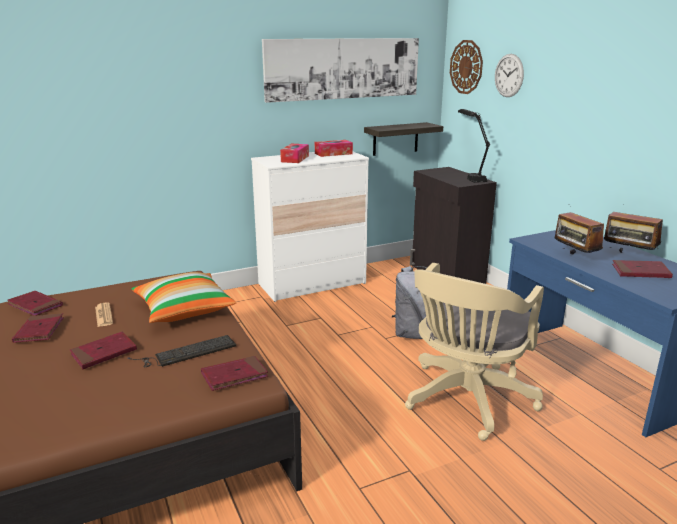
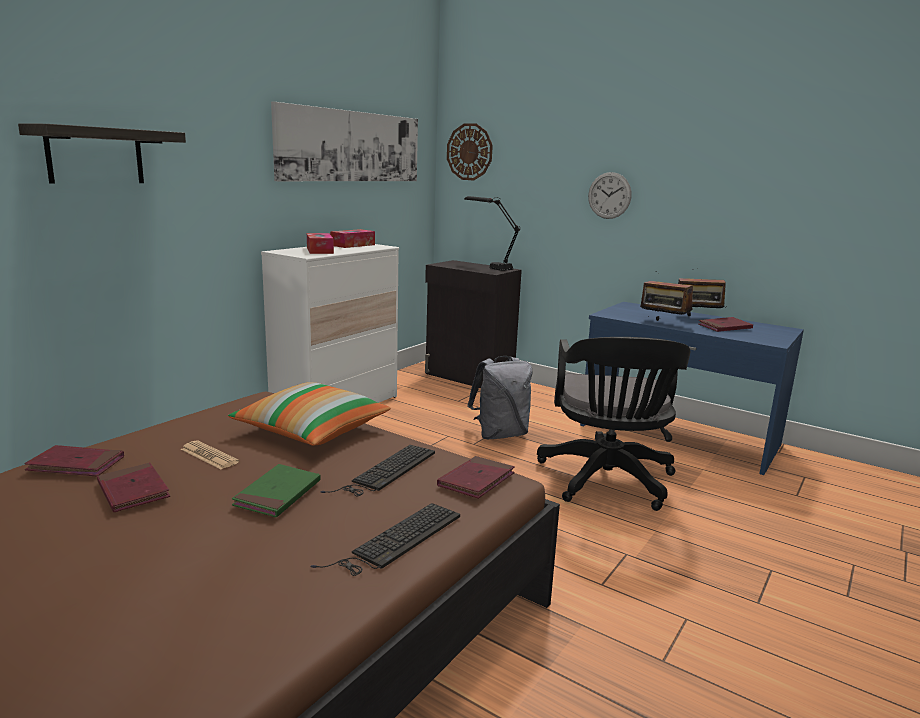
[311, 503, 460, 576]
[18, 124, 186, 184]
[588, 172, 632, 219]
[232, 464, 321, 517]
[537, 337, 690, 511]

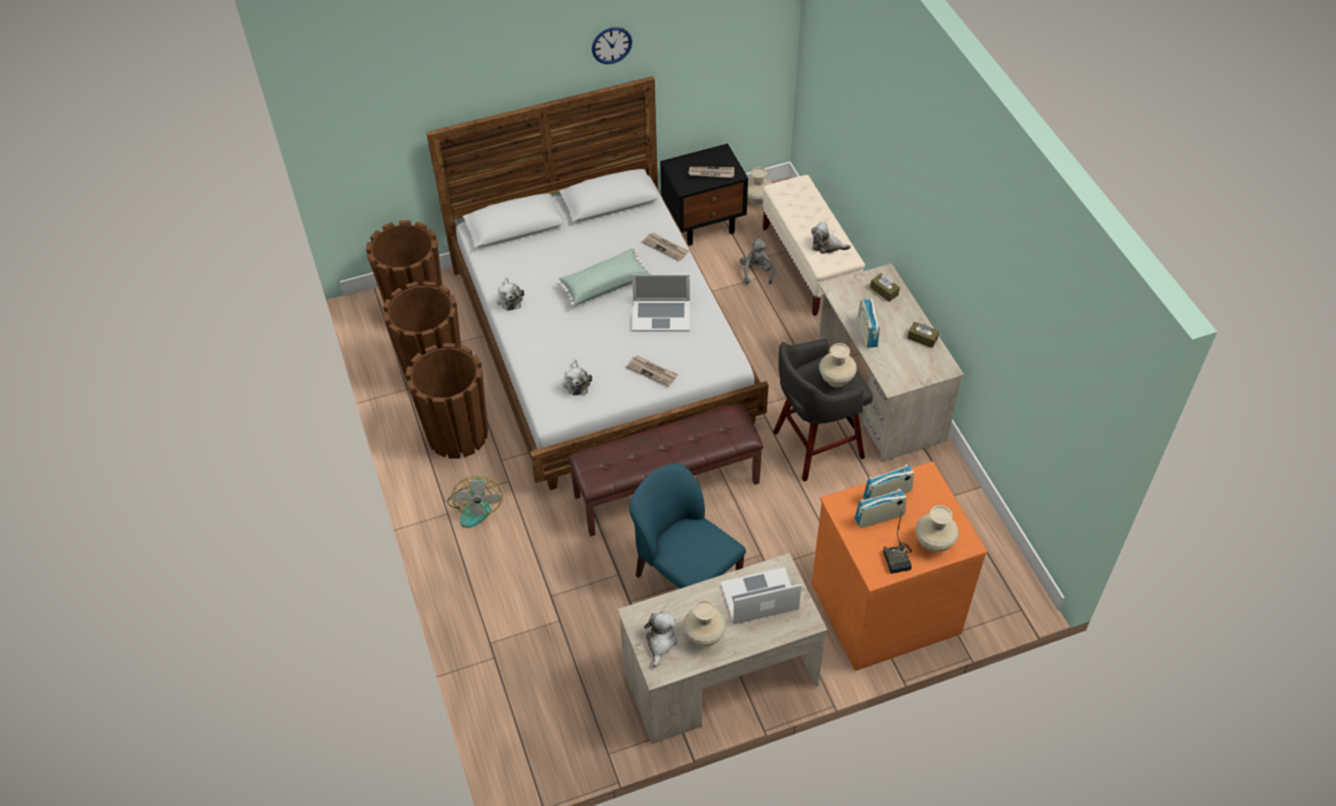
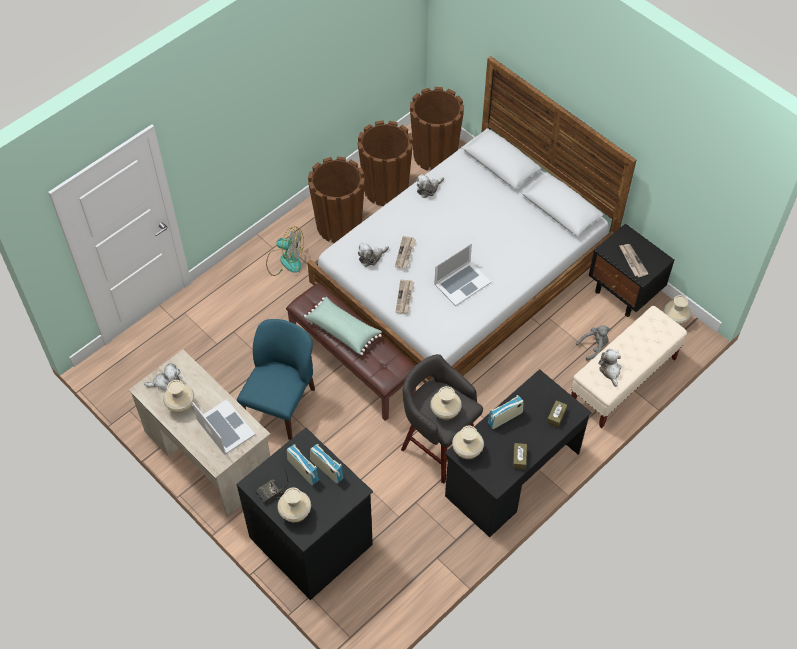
[592, 27, 632, 64] (first image)
[452, 426, 484, 459]
[304, 297, 382, 355]
[395, 236, 416, 269]
[236, 428, 373, 600]
[445, 369, 592, 537]
[266, 226, 304, 276]
[434, 243, 491, 306]

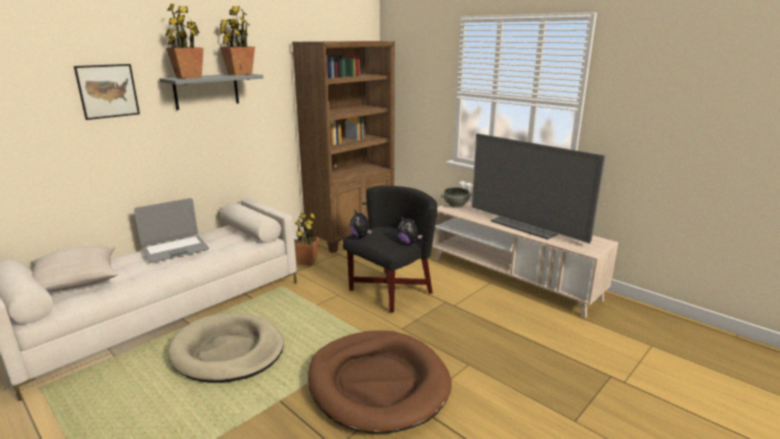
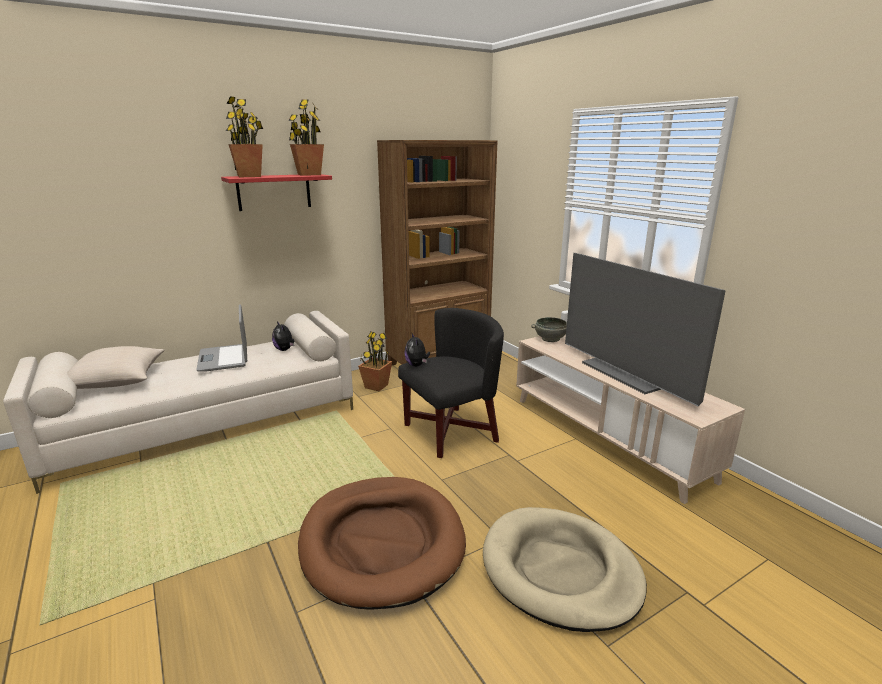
[74, 64, 140, 120] (first image)
[483, 507, 647, 632]
[272, 321, 295, 351]
[221, 174, 332, 211]
[196, 304, 247, 371]

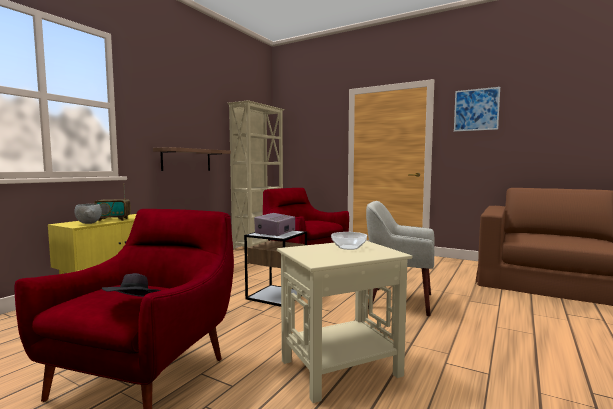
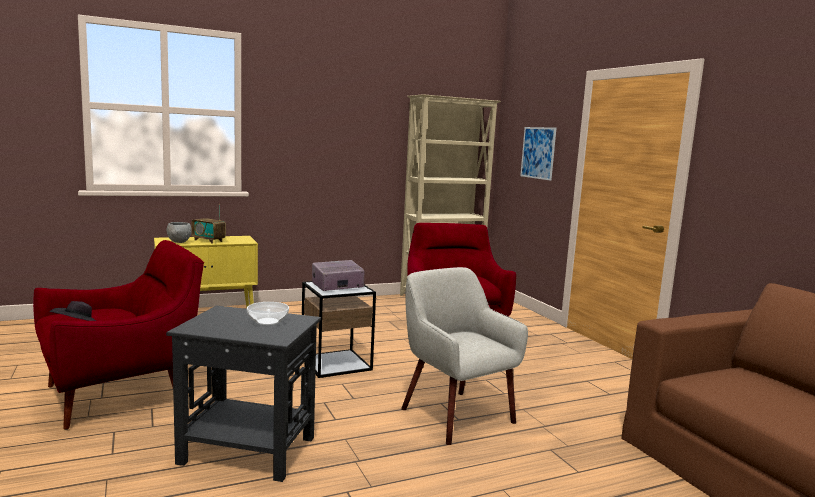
[153, 147, 231, 171] (first image)
[520, 127, 556, 181]
[166, 305, 321, 482]

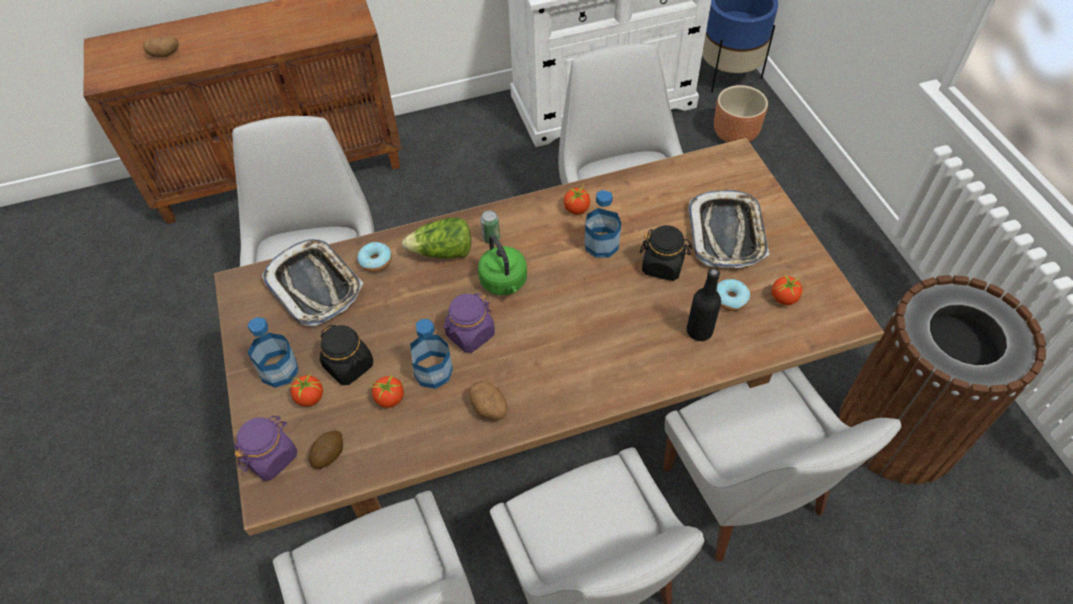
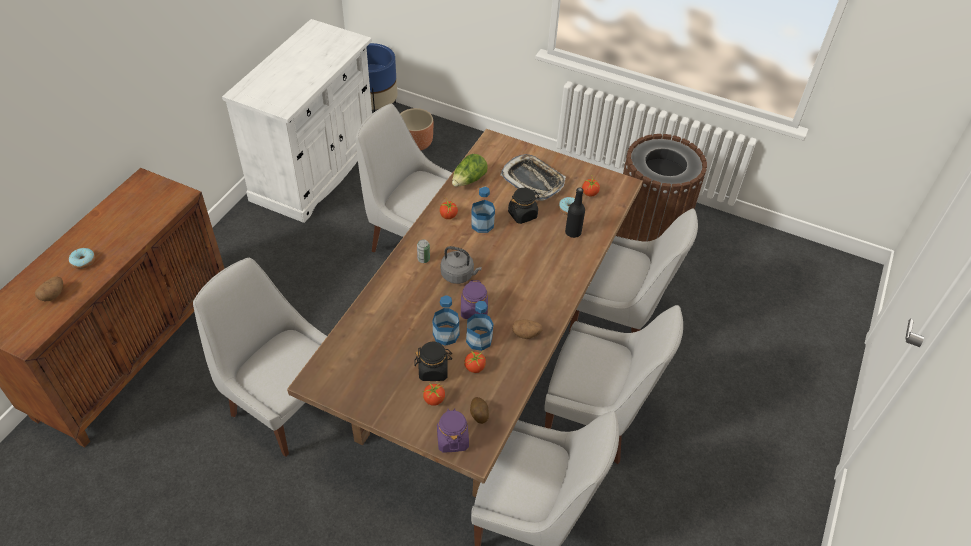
[262, 239, 363, 327] (first image)
[433, 295, 459, 346]
[69, 248, 95, 269]
[452, 154, 488, 187]
[441, 246, 482, 284]

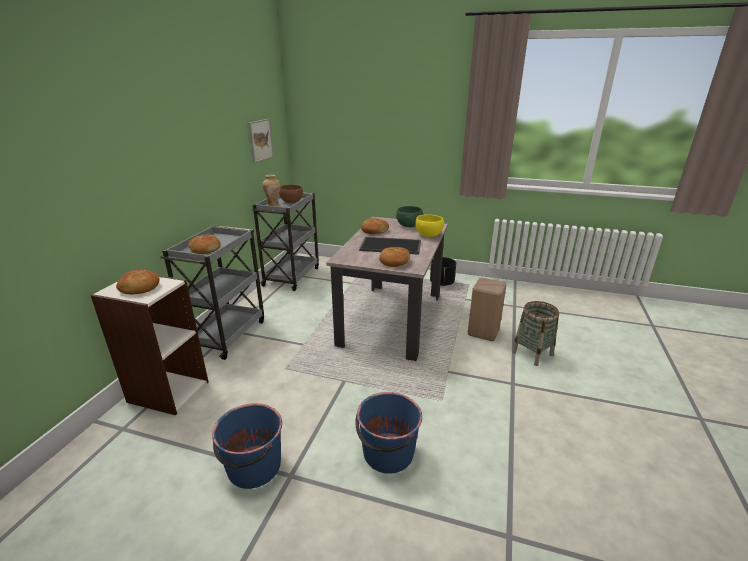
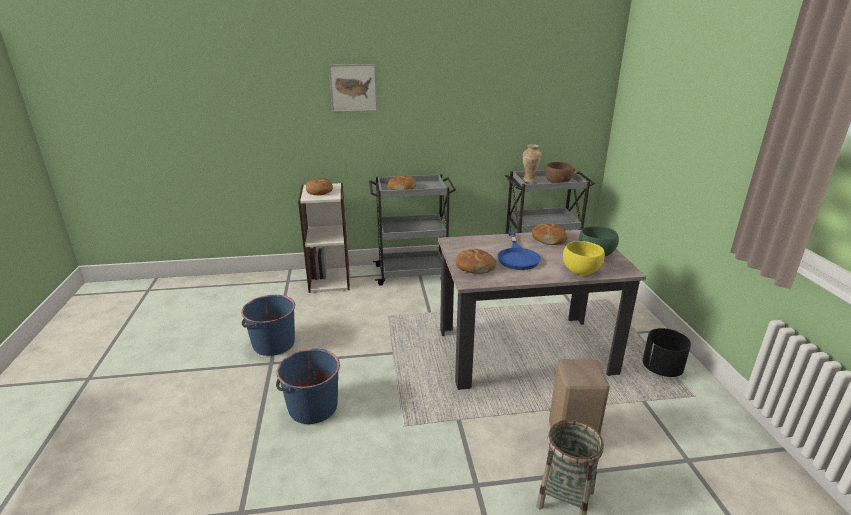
[329, 64, 377, 112]
[497, 232, 541, 270]

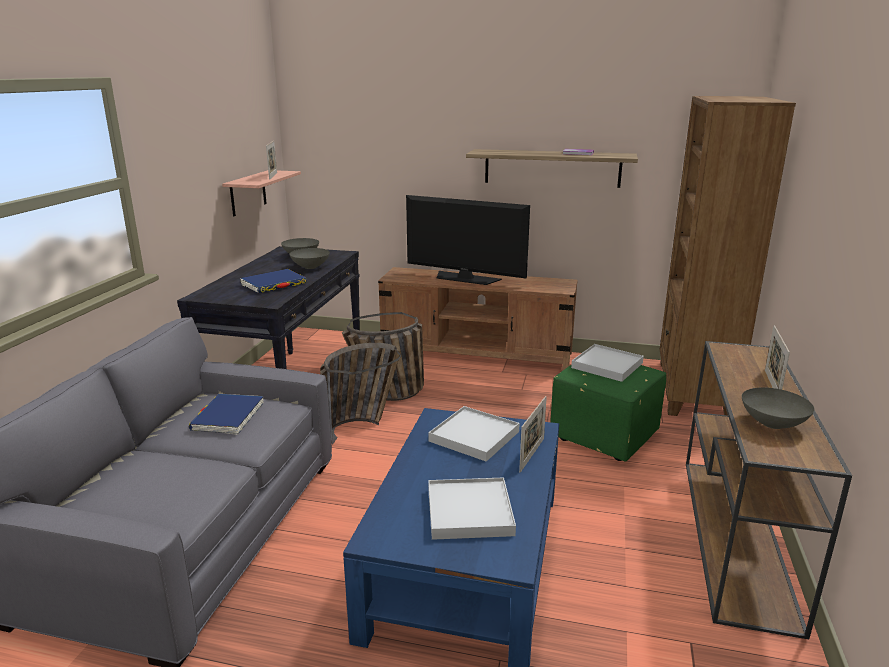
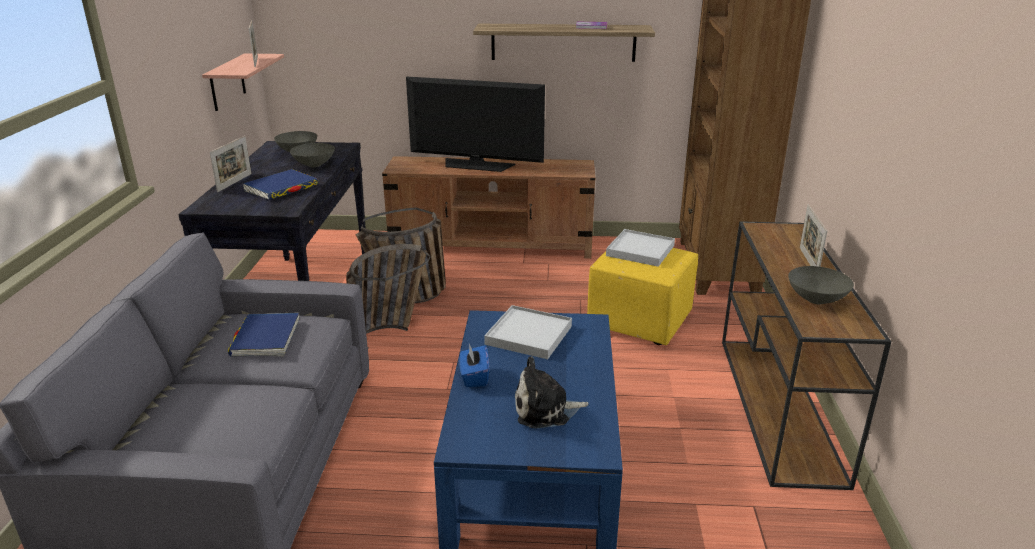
[459, 343, 489, 387]
[210, 136, 251, 192]
[515, 356, 589, 428]
[587, 248, 698, 345]

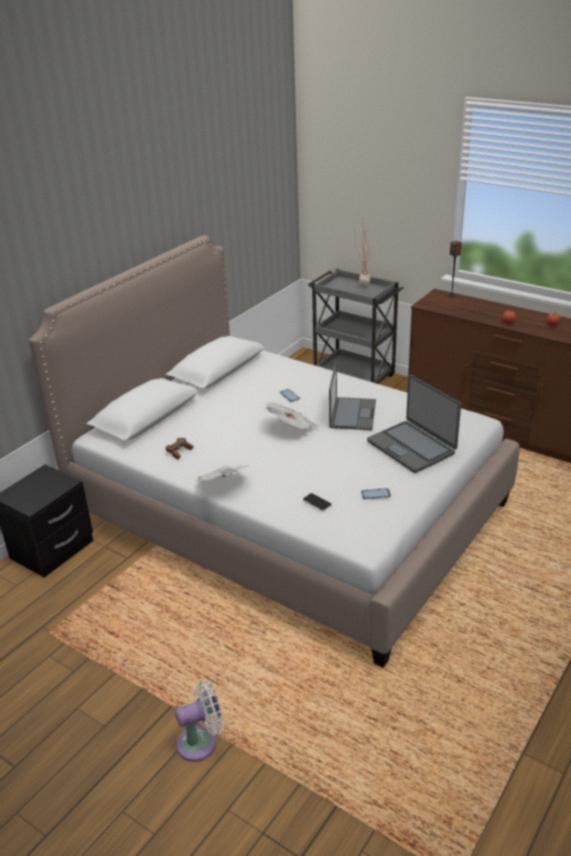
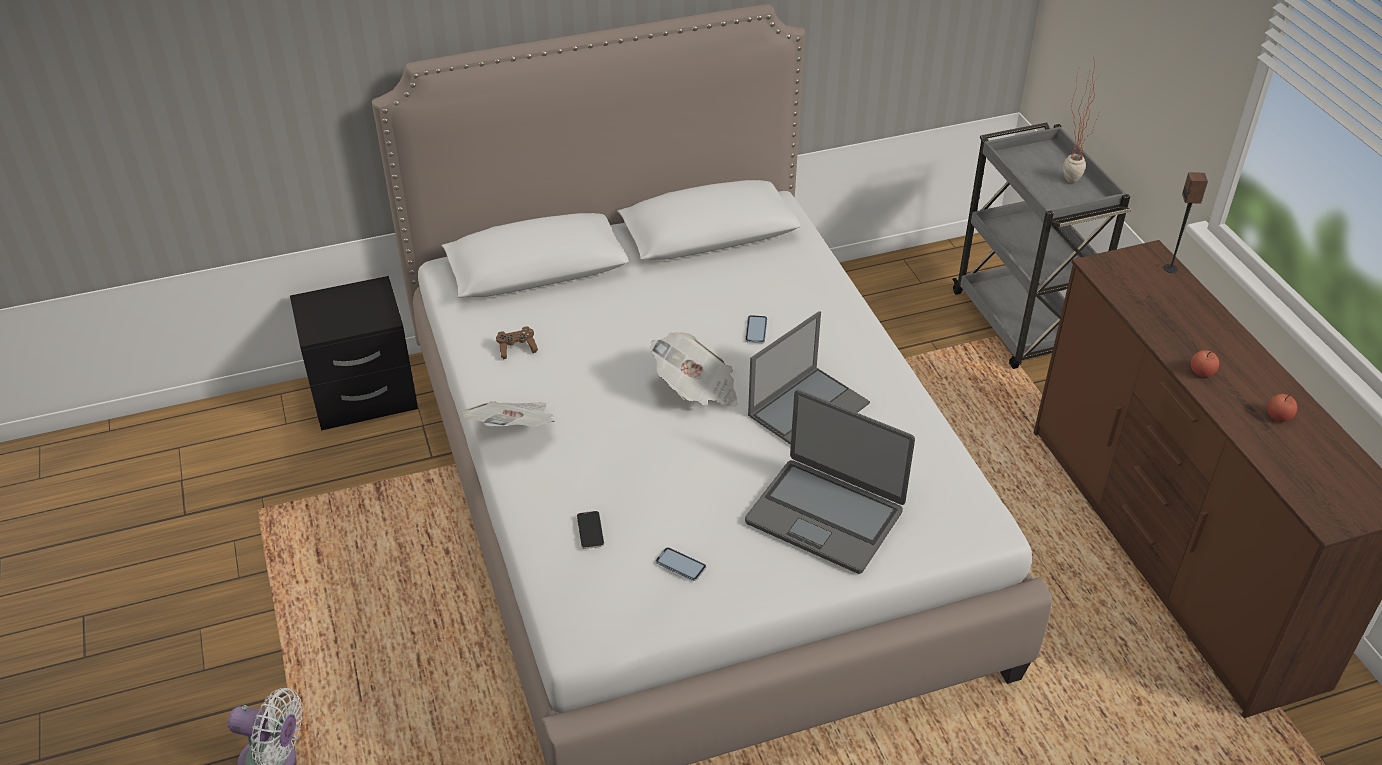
[745, 390, 915, 574]

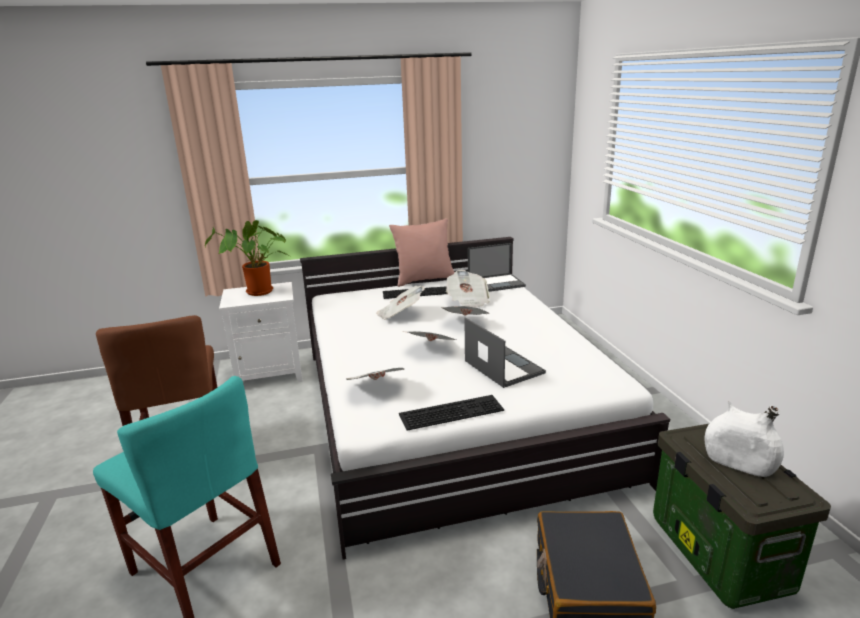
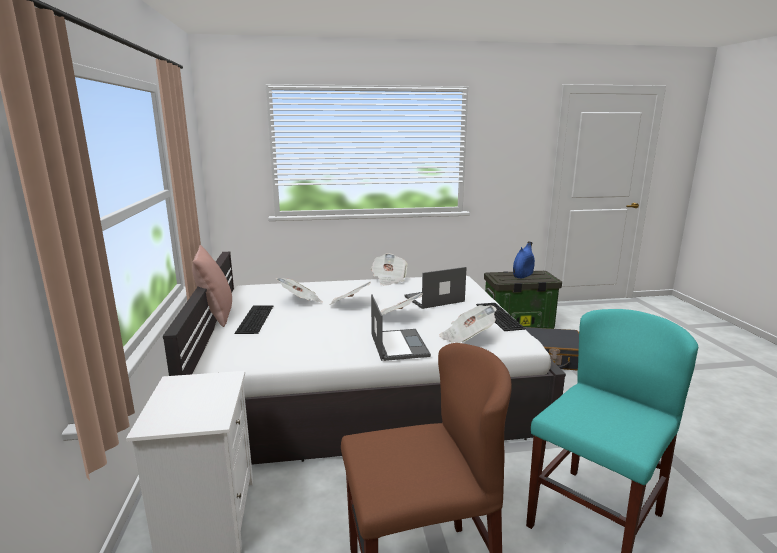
[205, 220, 288, 296] (first image)
[371, 253, 408, 286]
[371, 294, 431, 361]
[513, 241, 535, 278]

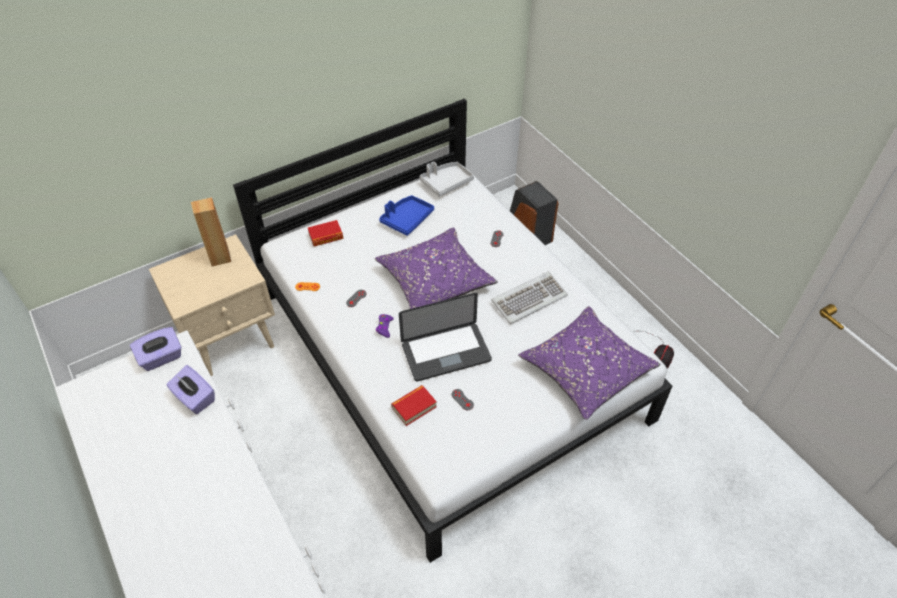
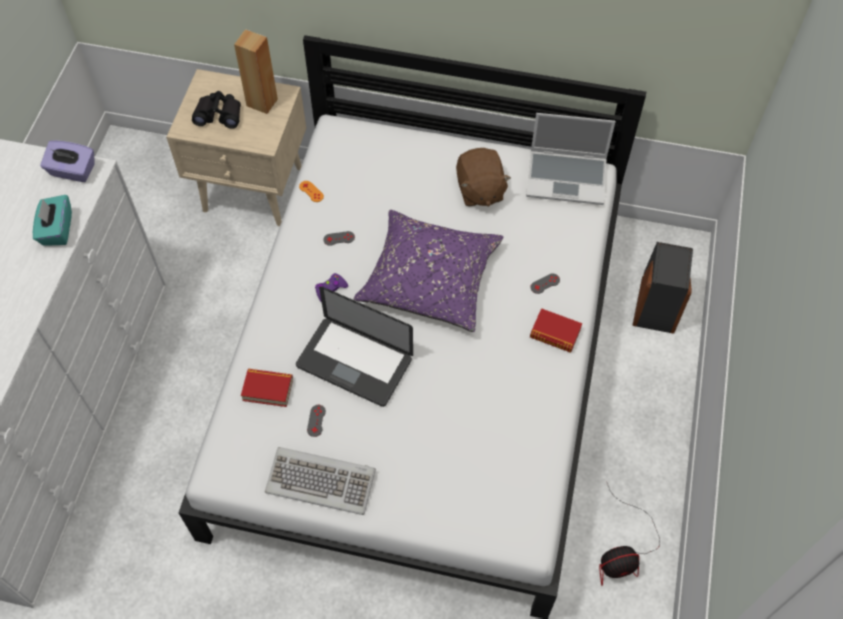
[518, 306, 661, 420] (first image)
[192, 91, 241, 129]
[530, 308, 582, 353]
[265, 447, 376, 515]
[456, 148, 511, 207]
[526, 113, 616, 205]
[33, 195, 72, 246]

